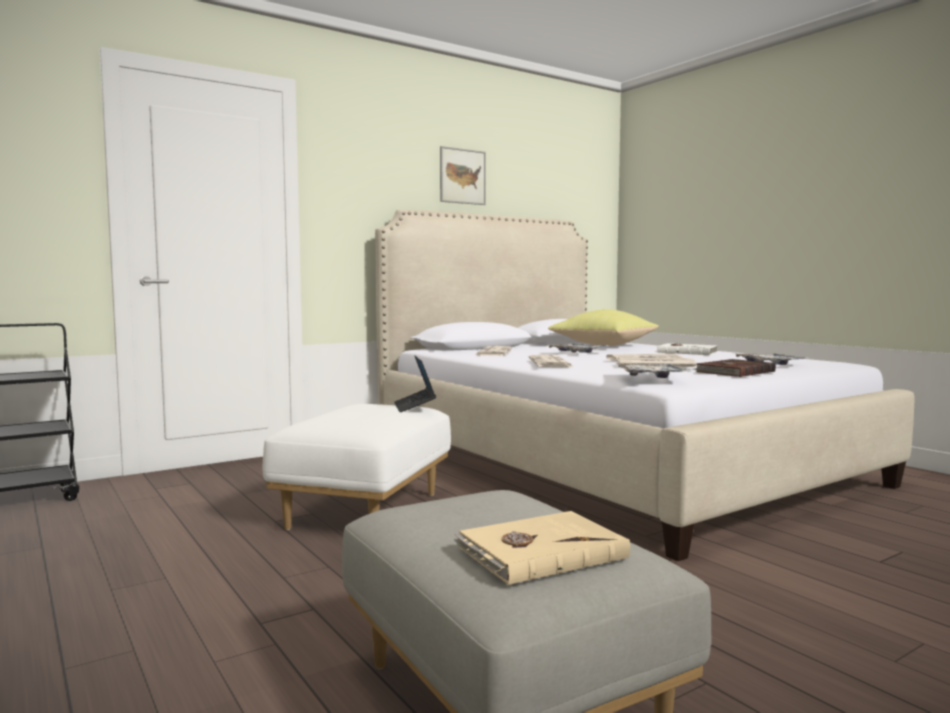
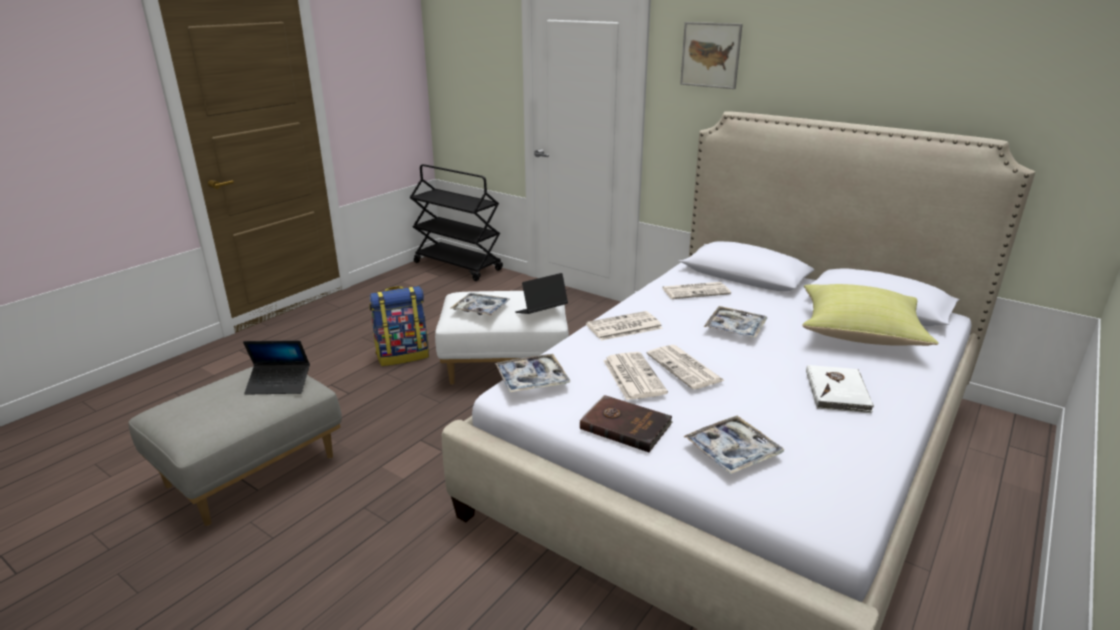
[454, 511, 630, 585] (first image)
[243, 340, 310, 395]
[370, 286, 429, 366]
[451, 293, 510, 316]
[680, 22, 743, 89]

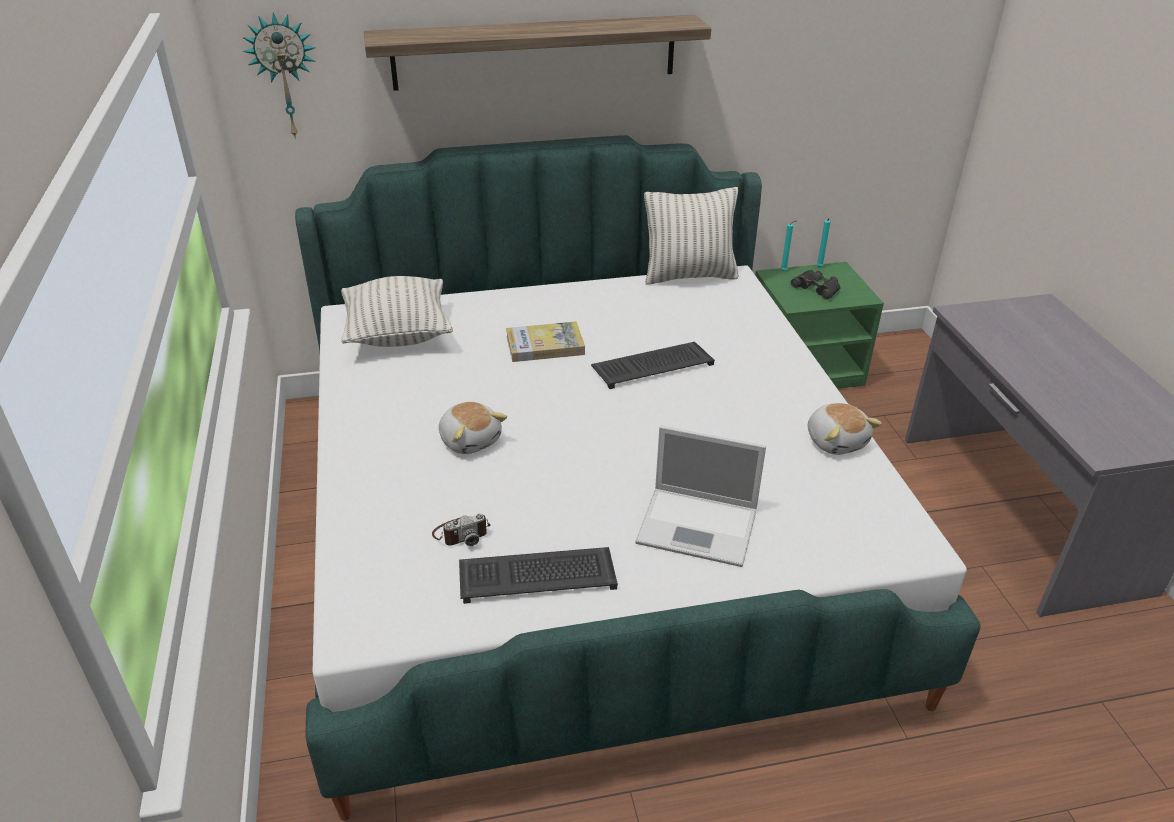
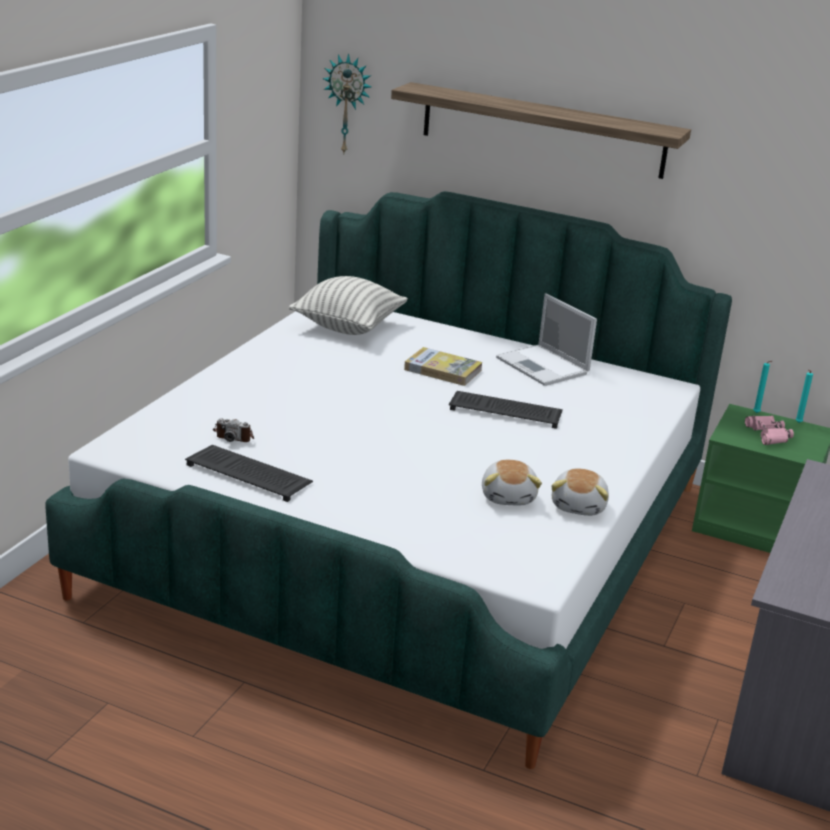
[644, 187, 738, 285] (first image)
[482, 460, 542, 505]
[496, 293, 597, 386]
[745, 416, 794, 445]

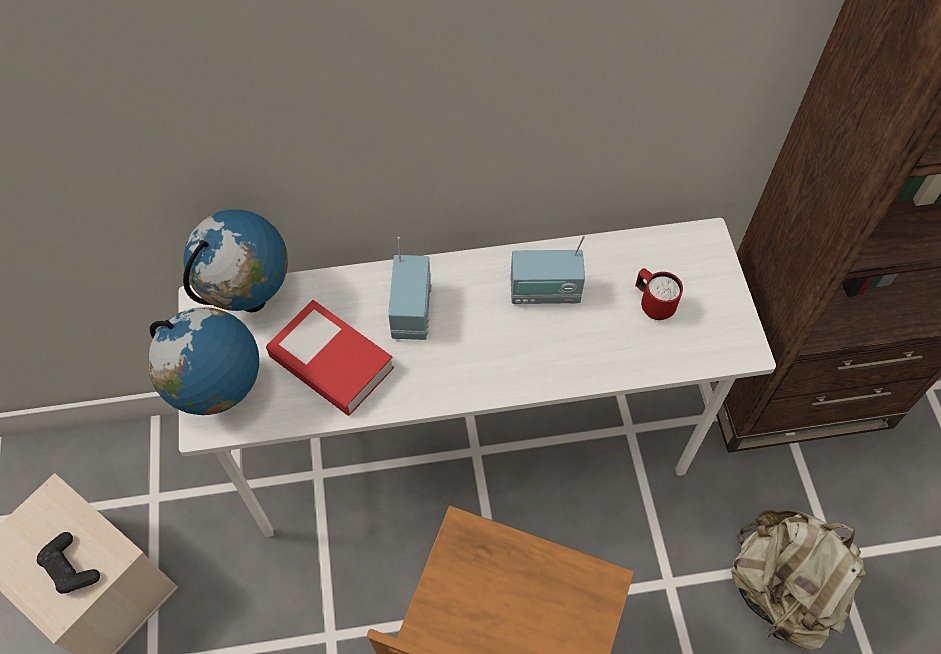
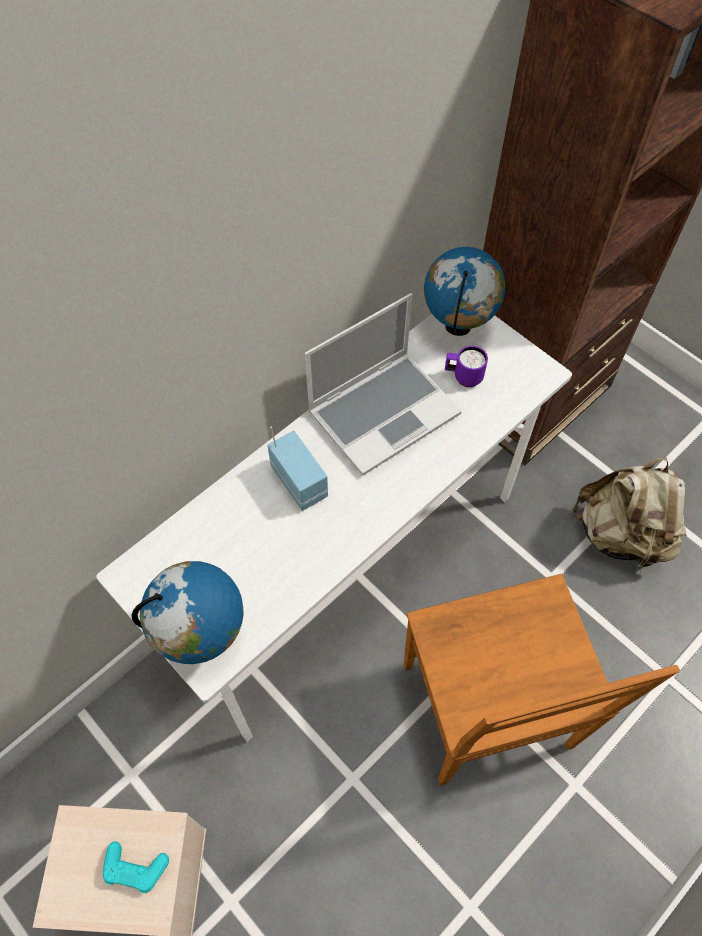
[266, 300, 394, 416] (first image)
[424, 247, 505, 336]
[305, 293, 462, 475]
[103, 841, 169, 893]
[445, 346, 488, 387]

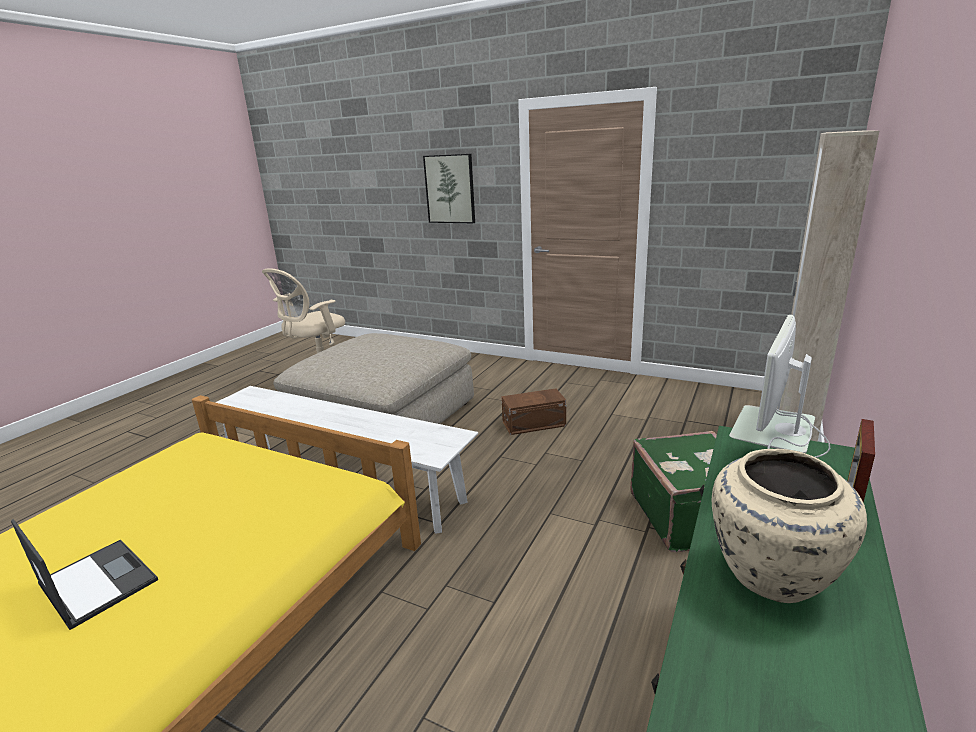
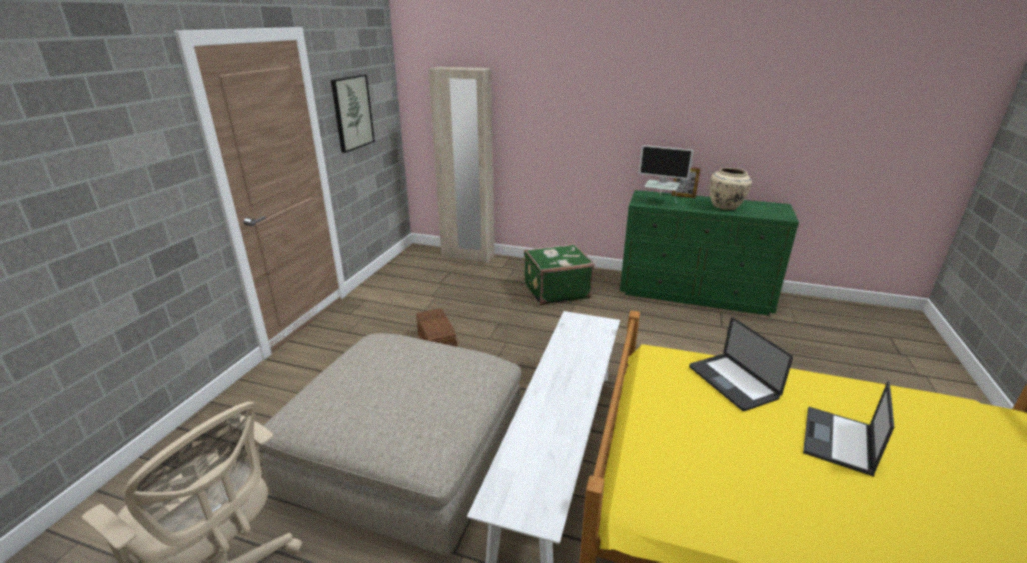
[689, 317, 793, 411]
[331, 75, 375, 153]

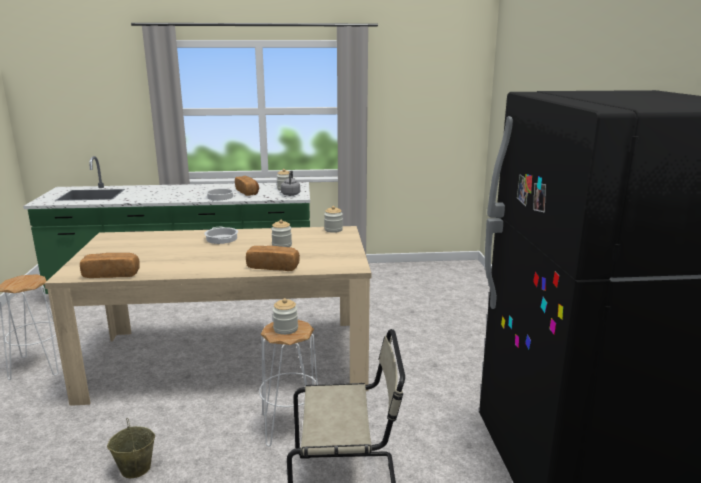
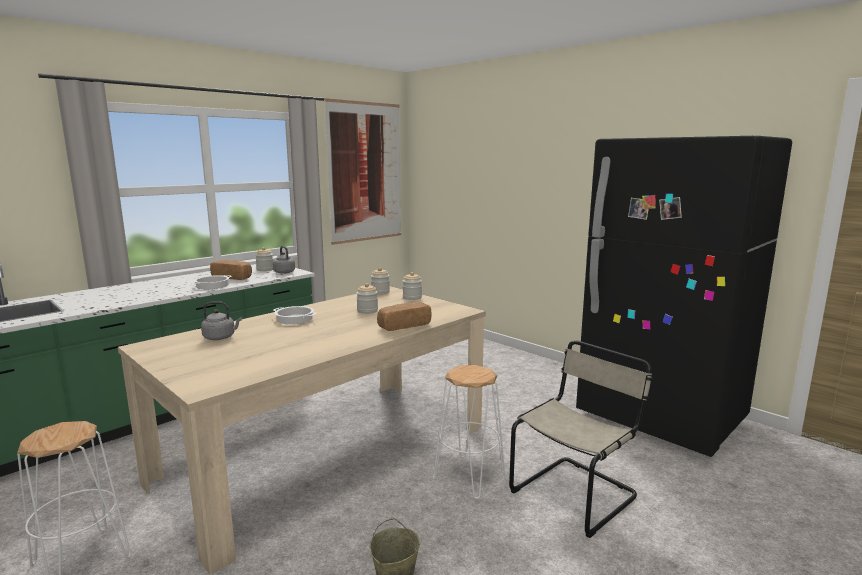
[80, 253, 140, 278] (first image)
[201, 301, 242, 340]
[325, 98, 401, 245]
[403, 272, 422, 300]

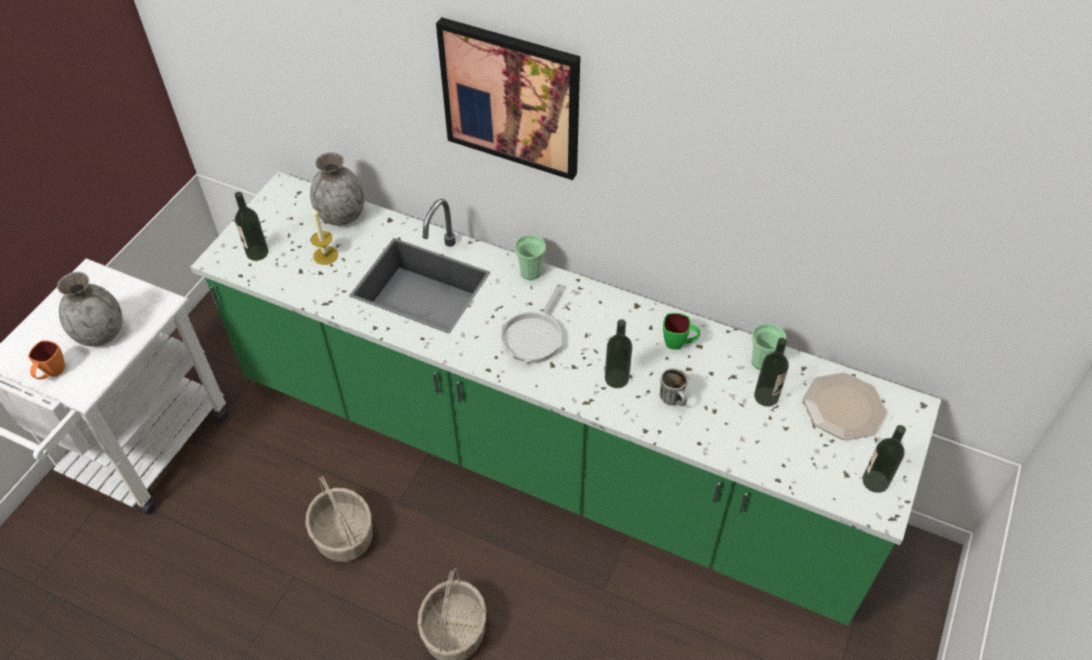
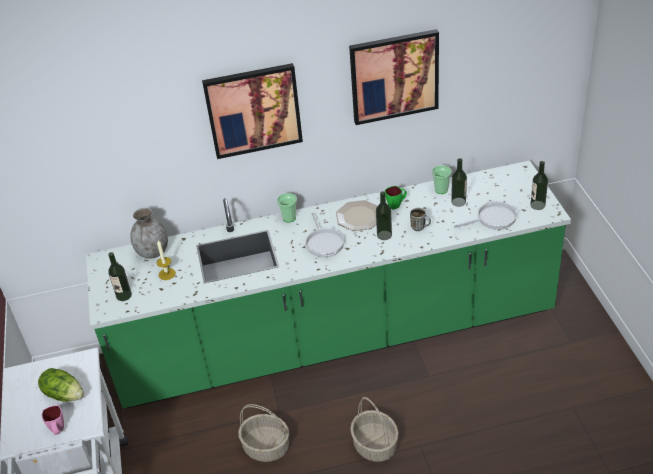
[349, 29, 439, 125]
[454, 201, 519, 230]
[336, 200, 378, 231]
[38, 368, 84, 402]
[42, 405, 64, 435]

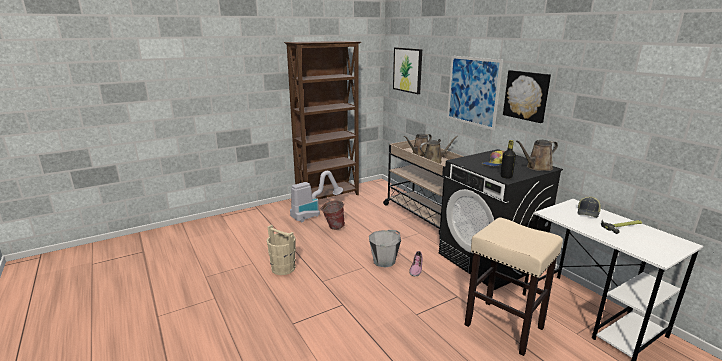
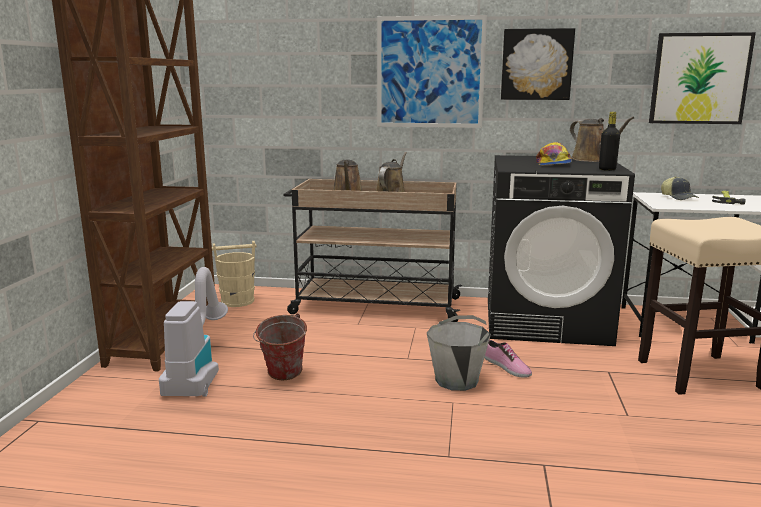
[212, 241, 257, 307]
[649, 32, 756, 124]
[570, 117, 635, 162]

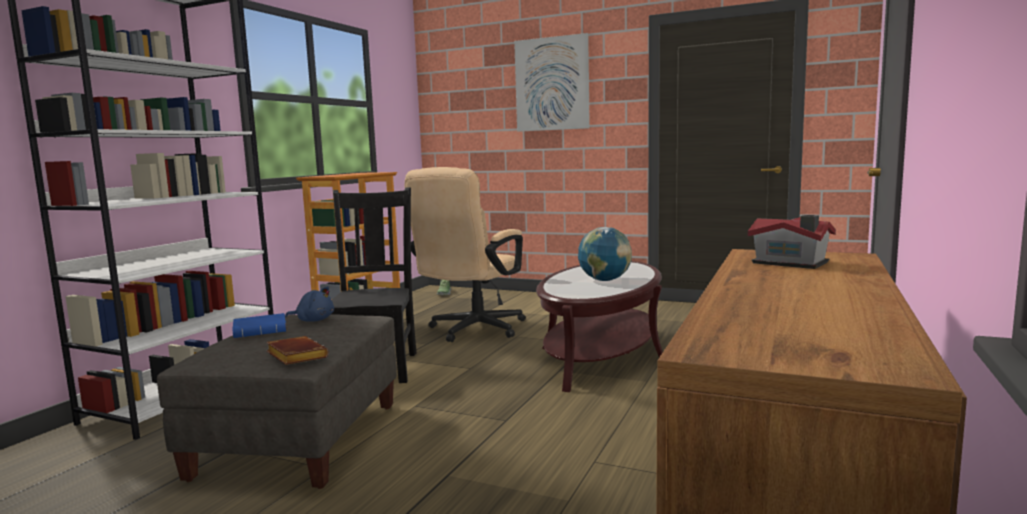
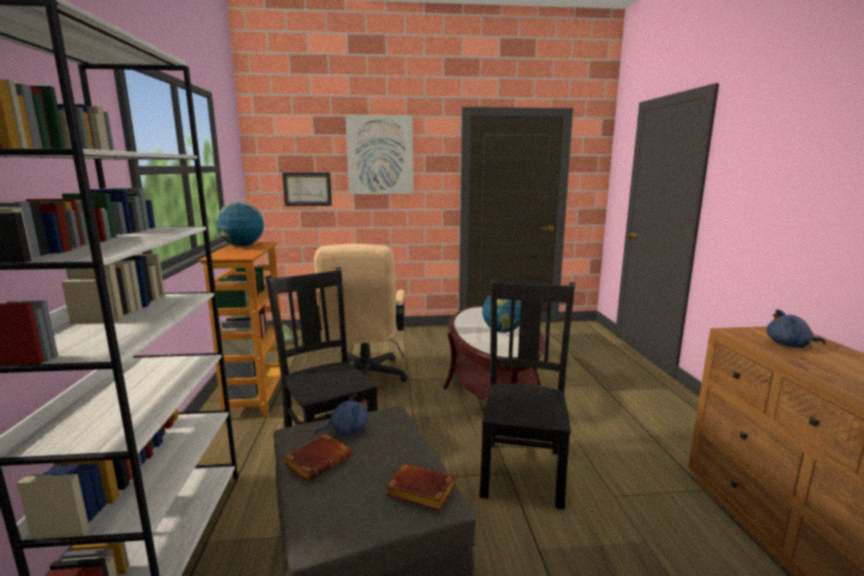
[216, 201, 264, 247]
[282, 173, 332, 206]
[479, 279, 575, 509]
[766, 309, 826, 348]
[283, 434, 351, 482]

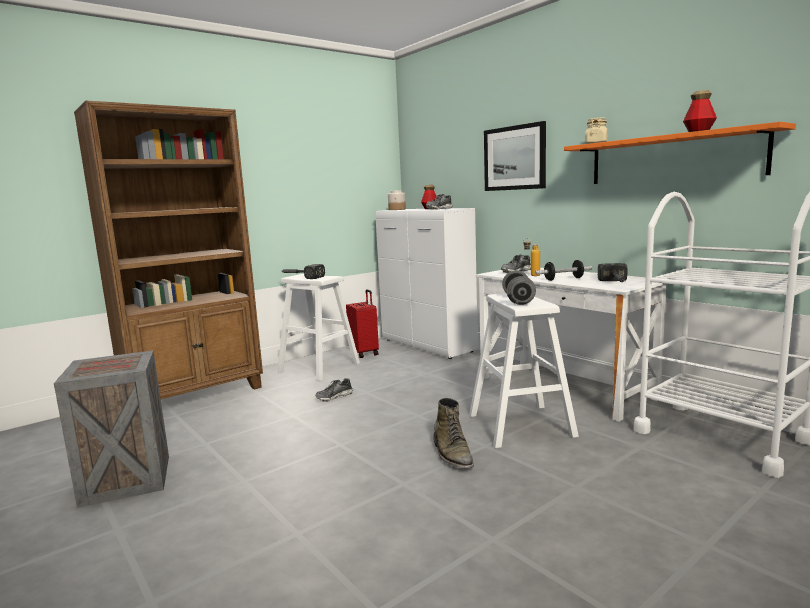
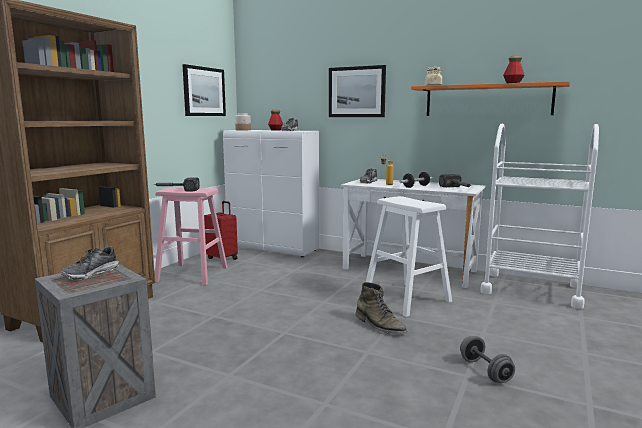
[182, 64, 226, 116]
[61, 246, 119, 280]
[460, 336, 515, 383]
[155, 187, 227, 285]

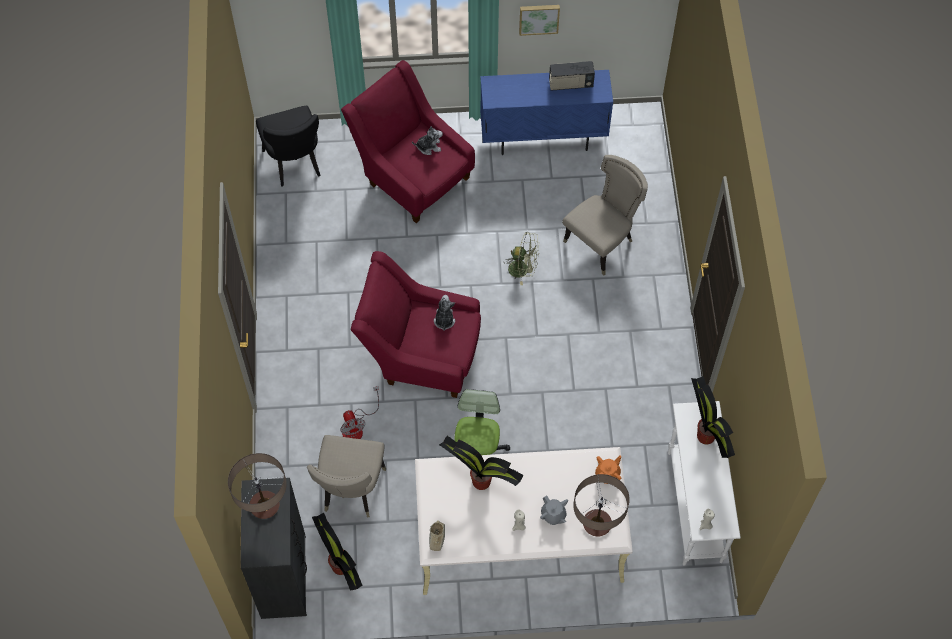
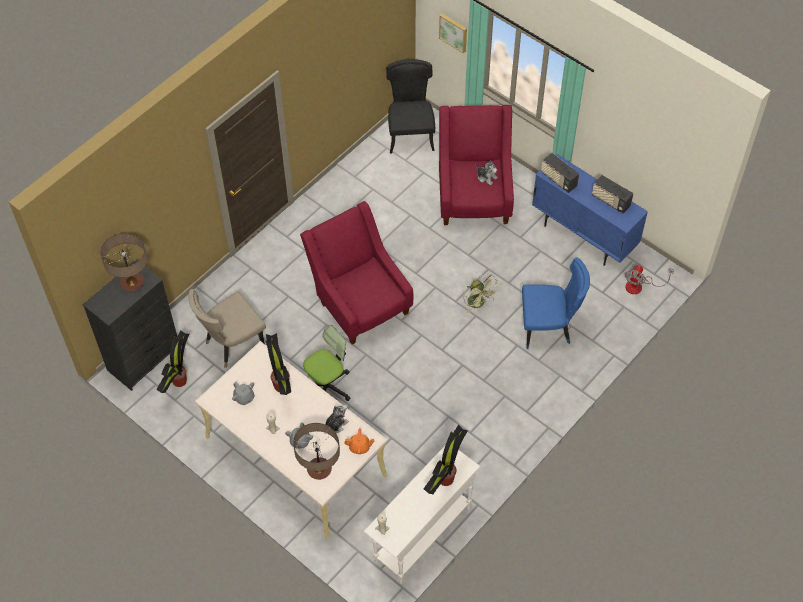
[429, 520, 445, 551] (first image)
[232, 382, 254, 405]
[541, 153, 579, 193]
[625, 265, 674, 294]
[325, 405, 349, 433]
[439, 13, 467, 54]
[522, 257, 590, 349]
[386, 59, 435, 153]

